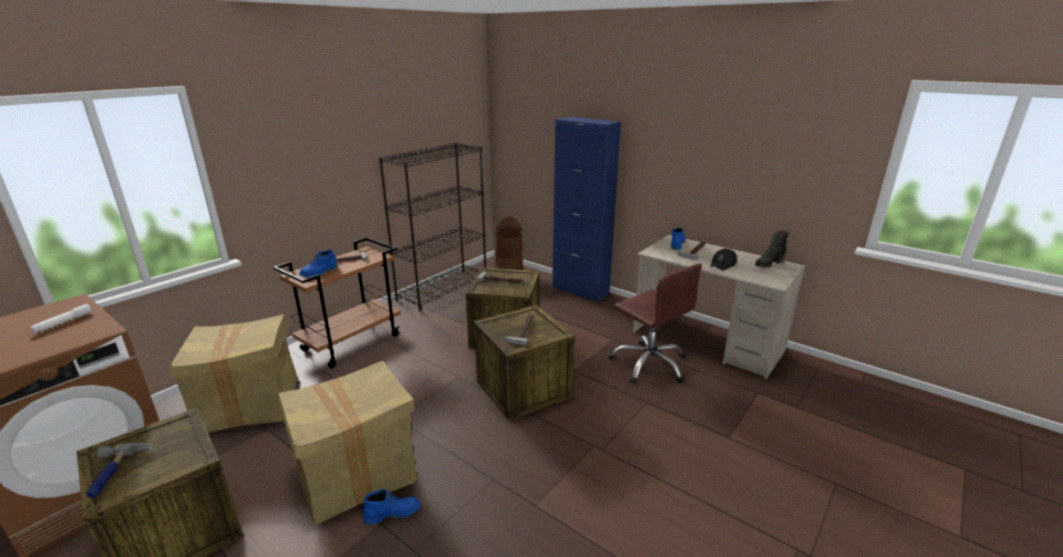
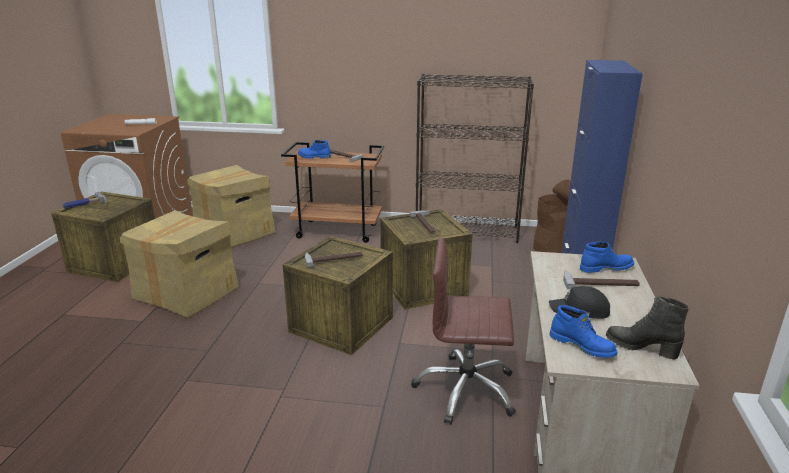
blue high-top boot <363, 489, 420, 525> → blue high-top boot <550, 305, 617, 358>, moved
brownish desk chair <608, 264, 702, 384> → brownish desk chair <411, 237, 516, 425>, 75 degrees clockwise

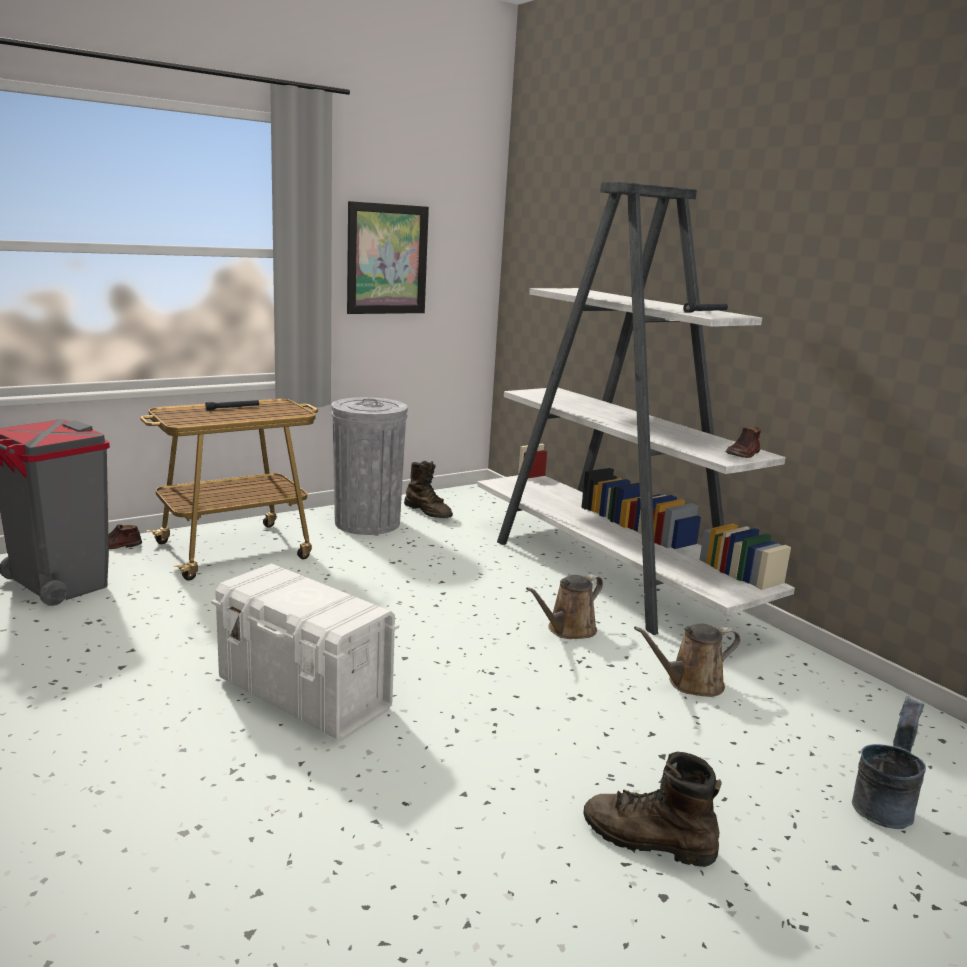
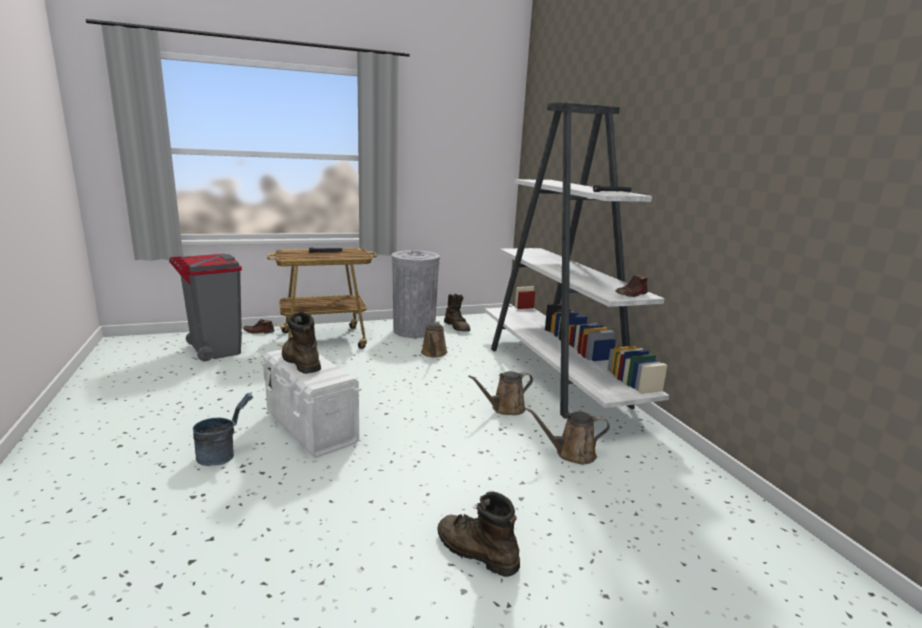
wall picture <347, 201, 429, 314> → -
gray bucket <852, 696, 926, 829> → gray bucket <193, 392, 253, 466>, moved
- → brownish high-top boot <282, 312, 321, 374>
- → brownish watering pot <421, 321, 448, 357>

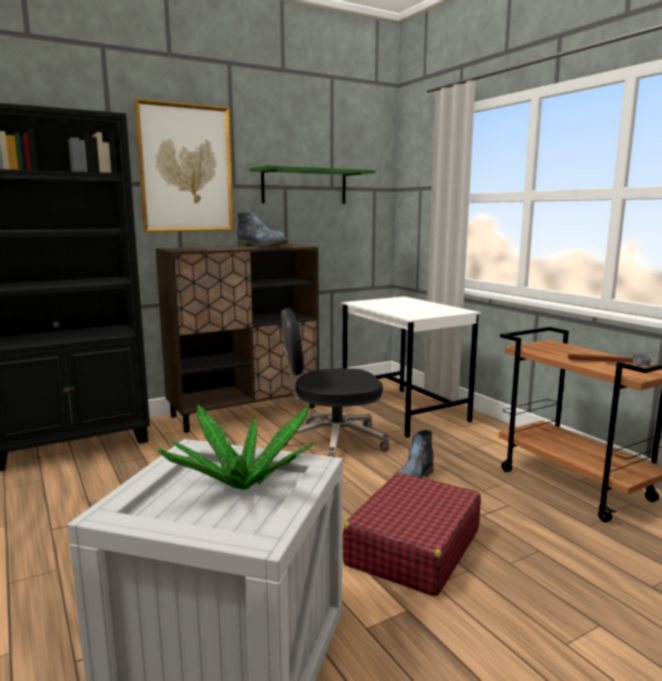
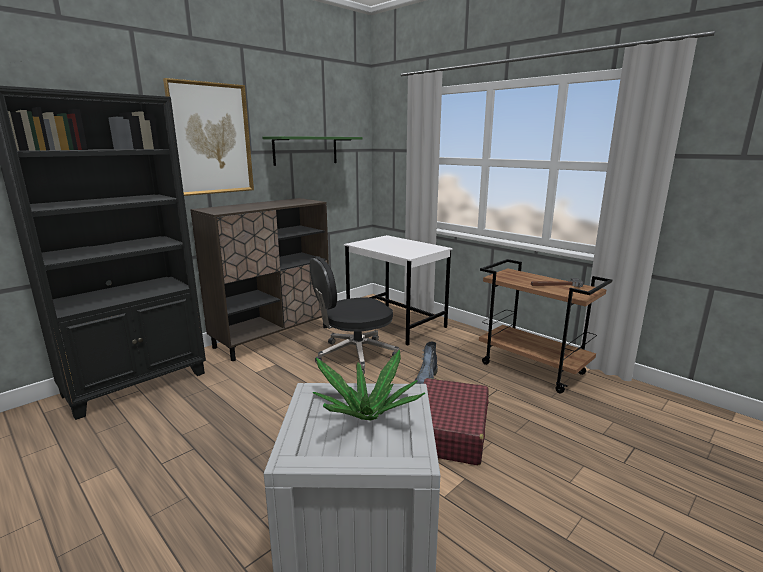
high-top boot <237, 209, 288, 247> → -

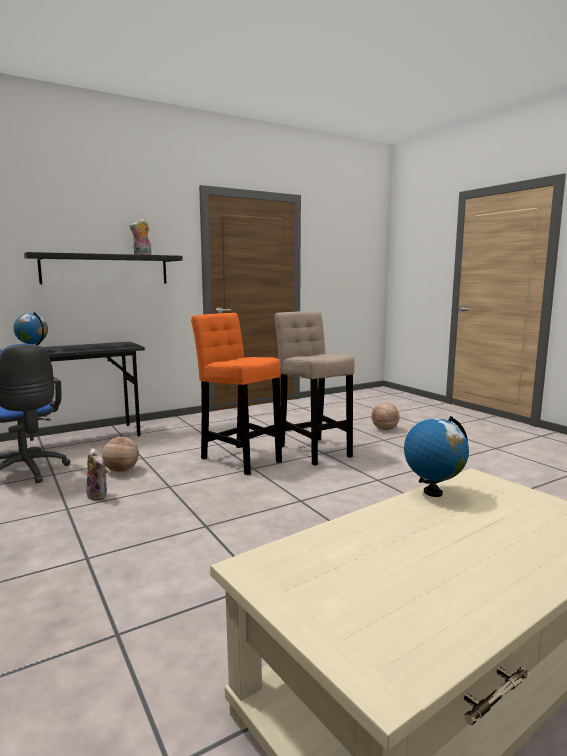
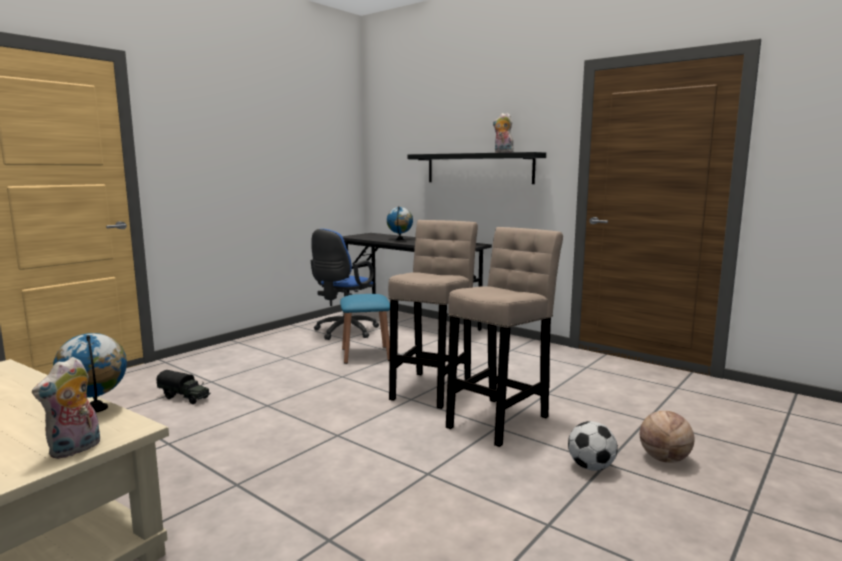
plush toy <86, 448, 108, 501> → plush toy <32, 357, 100, 459>, moved
basketball <102, 437, 139, 472> → blue stool seat <340, 294, 390, 364>
orange-coloured stool seat <191, 313, 282, 475> → beige stool seat <388, 220, 478, 409>
- → toy lorry <156, 370, 210, 404>
- → football ball <568, 421, 618, 471>

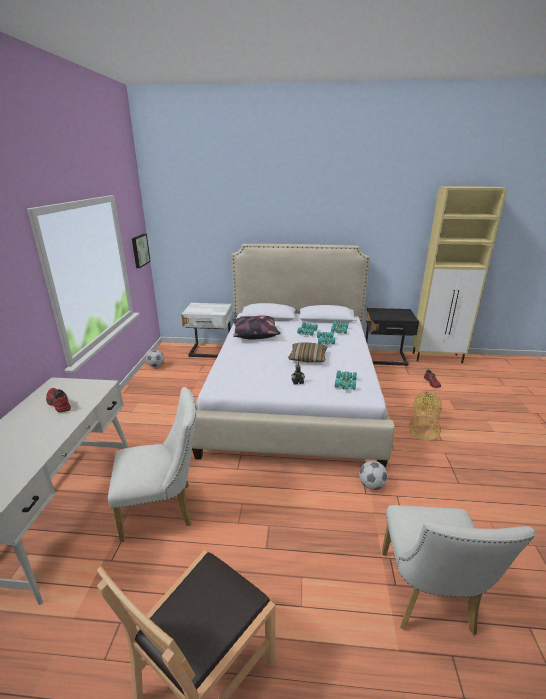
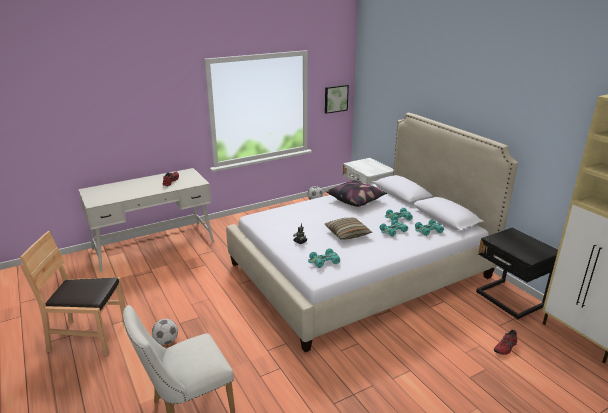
white-coloured upright chair <108, 387, 196, 542> → -
football ball <359, 461, 388, 490> → football ball <152, 319, 178, 345>, moved
household basket <409, 391, 442, 441> → -

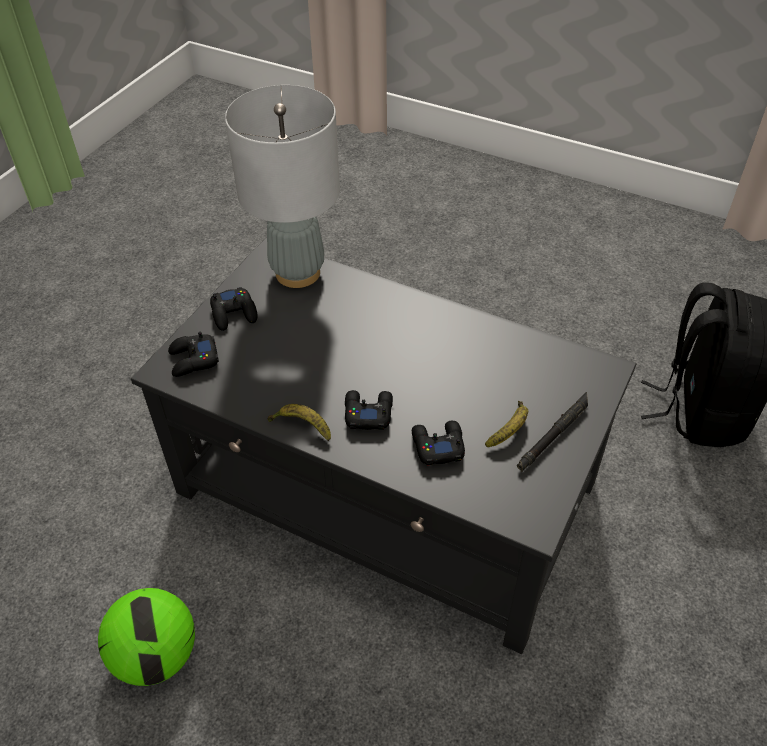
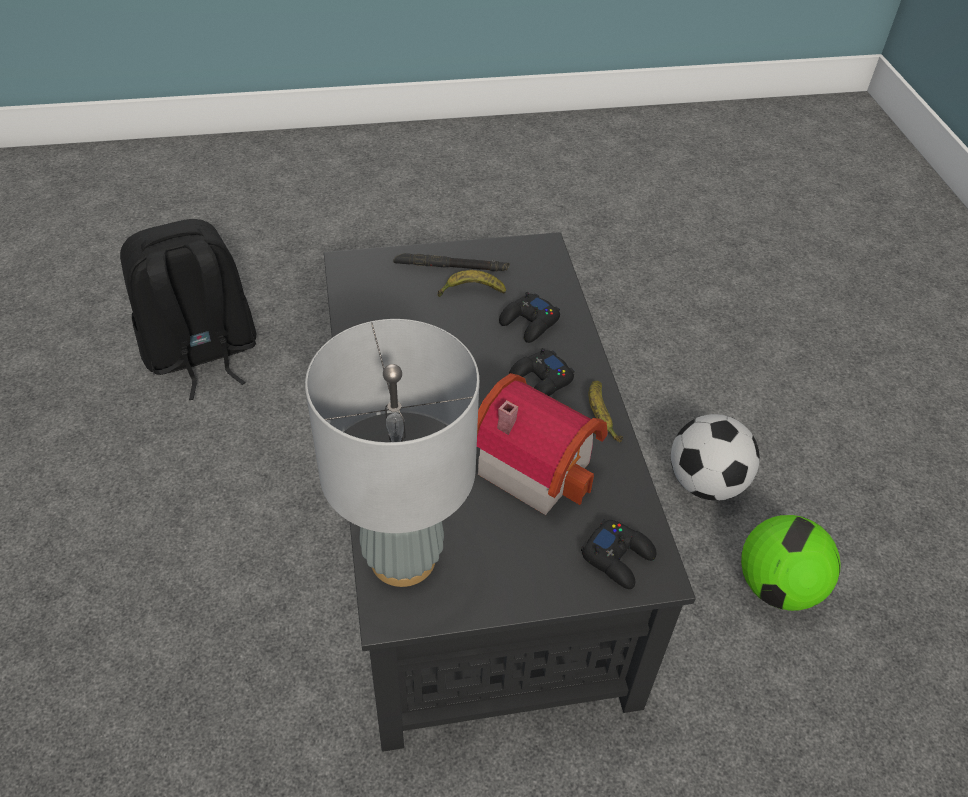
black-coloured gamepad <210, 287, 257, 331> → -
- → toy house <477, 373, 608, 515>
- → football ball <671, 414, 760, 501>

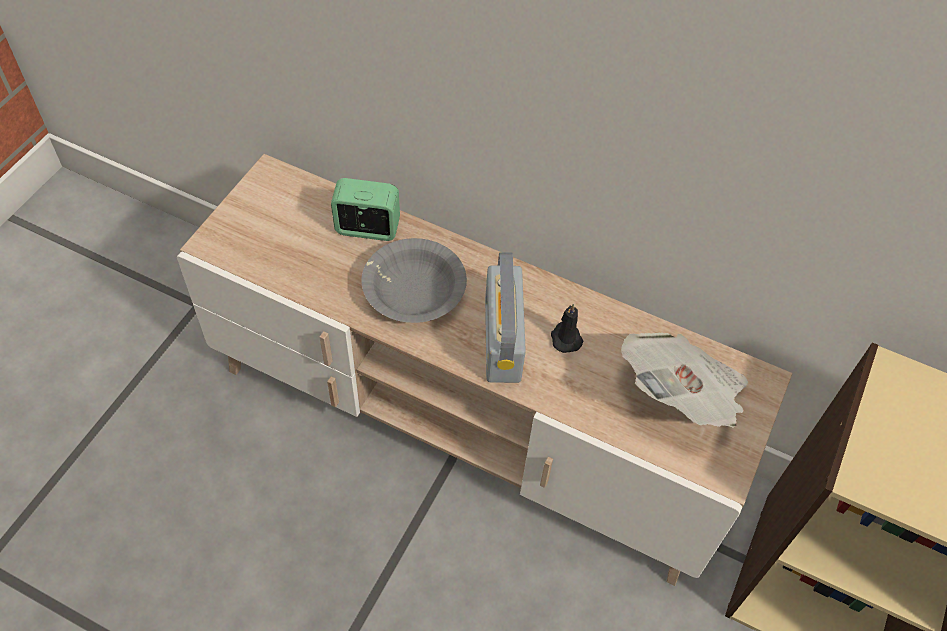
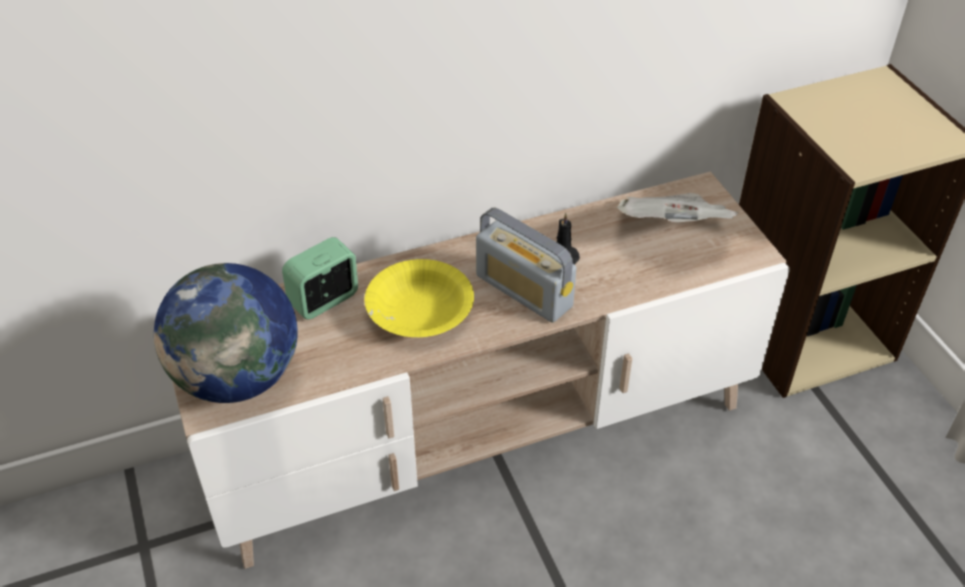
gray serving bowl <361, 238, 467, 323> → yellowish serving bowl <365, 259, 474, 337>
- → world globe <154, 263, 298, 403>

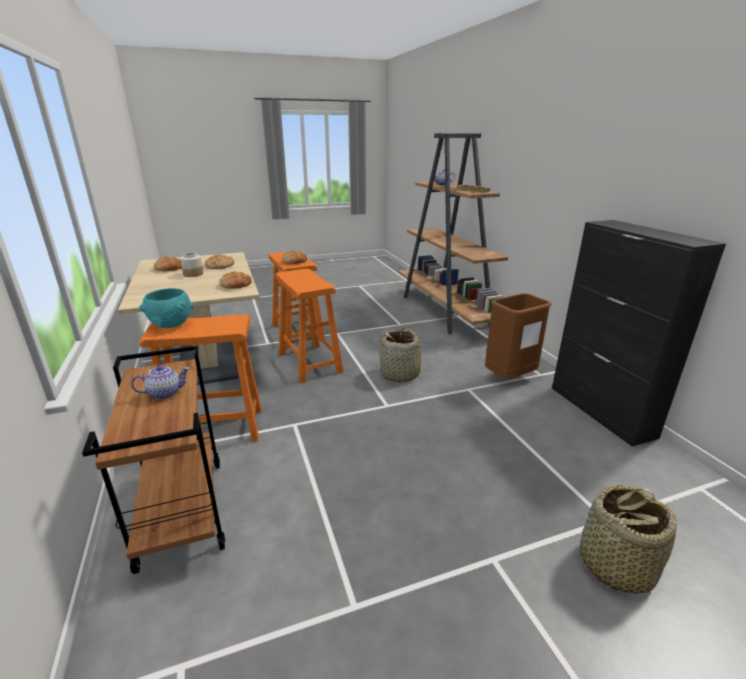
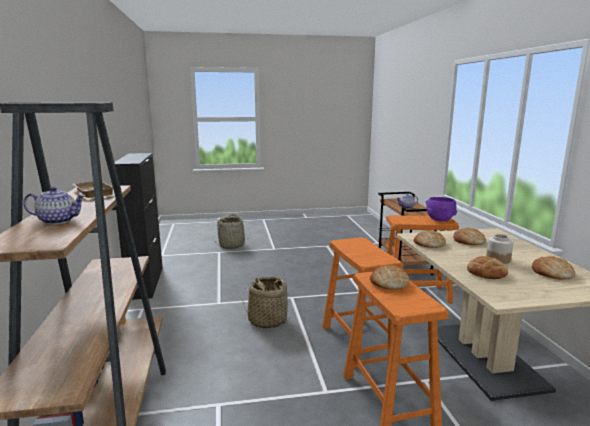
blue-green serving bowl <139, 288, 193, 328> → purple serving bowl <426, 197, 457, 221>
brownish trash can <485, 293, 552, 379> → -
- → bread <453, 228, 486, 245>

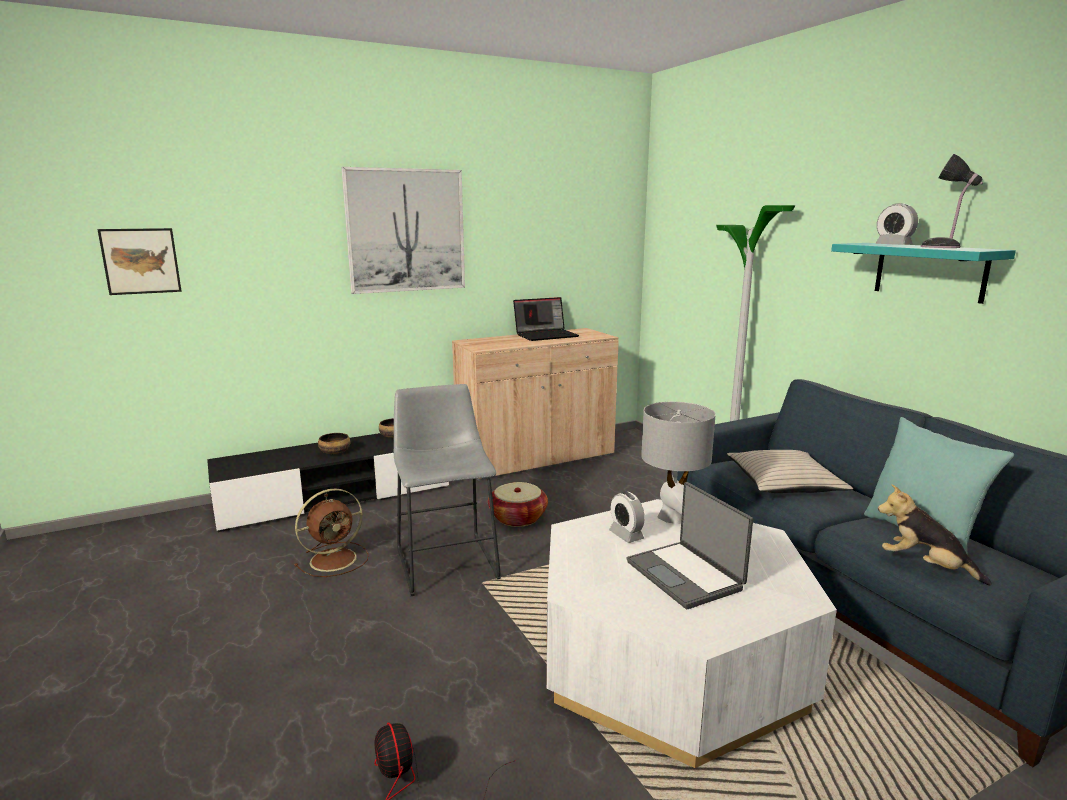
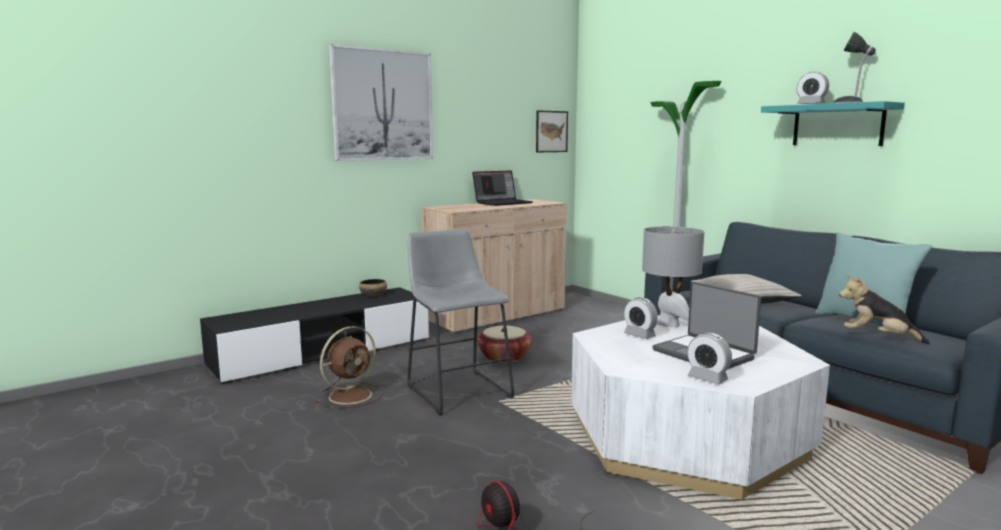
wall picture <97, 228, 182, 295> → wall picture <536, 110, 568, 152>, moved
serving bowl <318, 433, 350, 454> → -
- → table clock <687, 332, 732, 384>

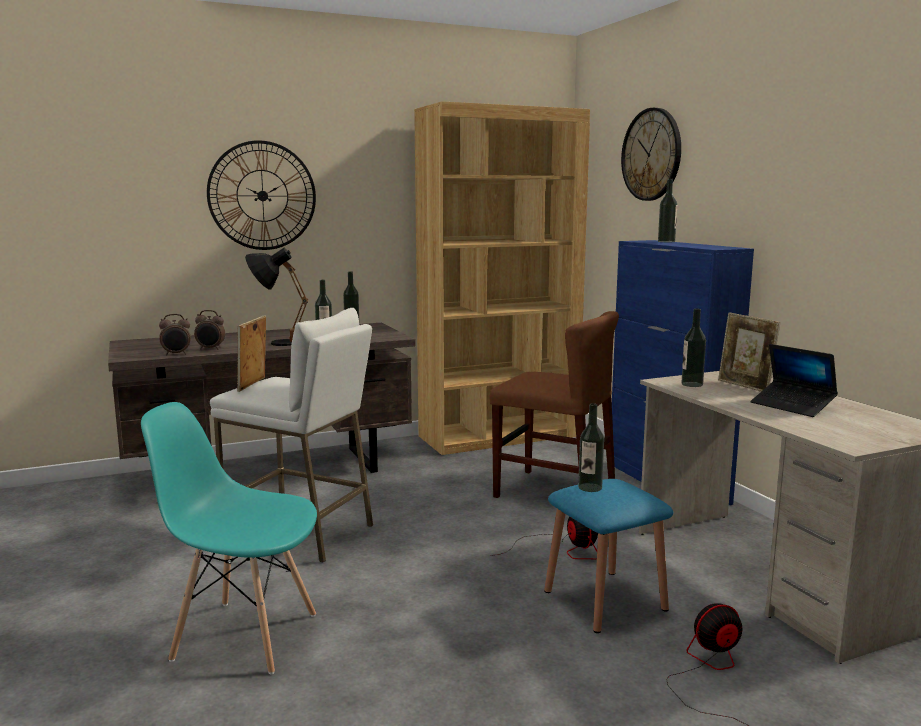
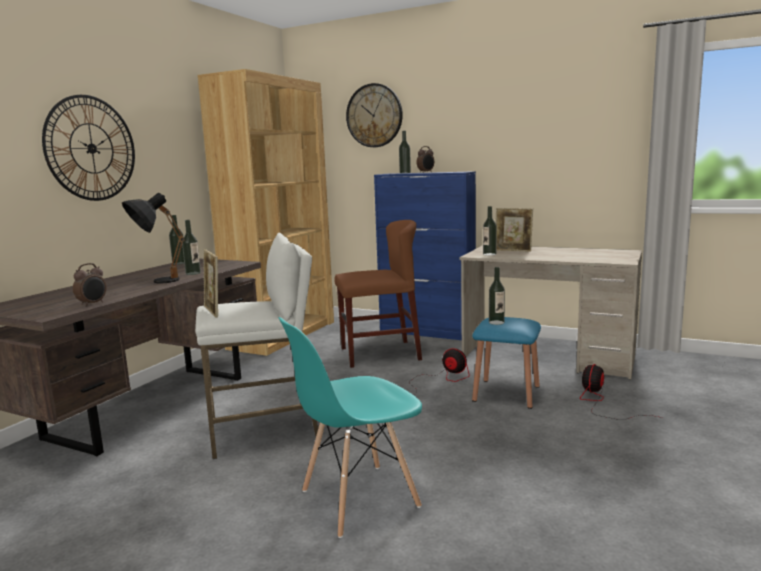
table clock <194, 310, 225, 350> → table clock <416, 146, 434, 172>, moved
notebook computer <751, 344, 838, 417> → -

